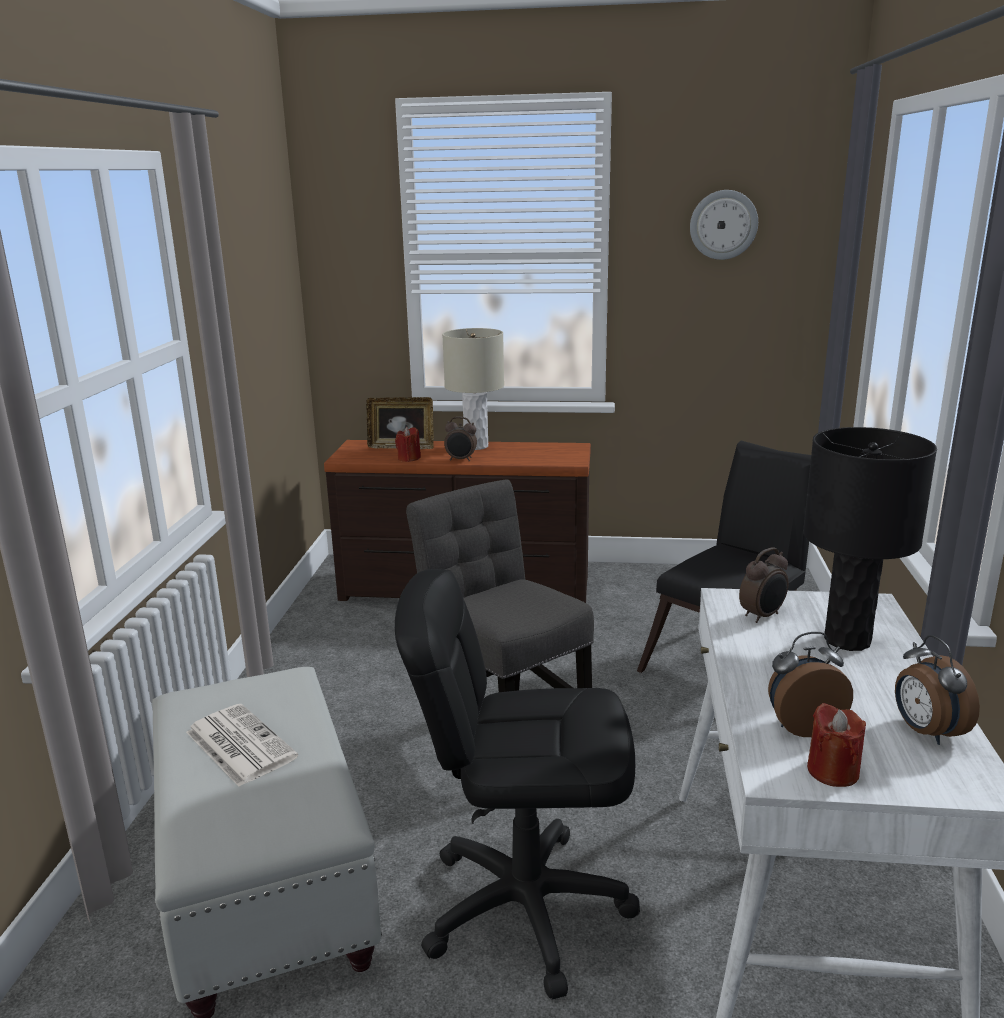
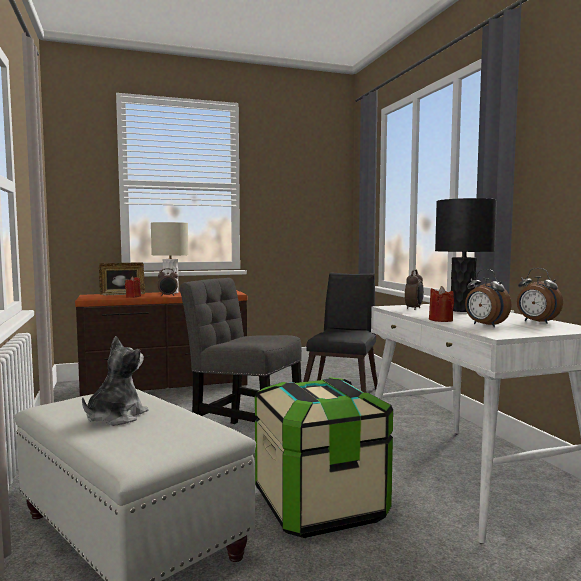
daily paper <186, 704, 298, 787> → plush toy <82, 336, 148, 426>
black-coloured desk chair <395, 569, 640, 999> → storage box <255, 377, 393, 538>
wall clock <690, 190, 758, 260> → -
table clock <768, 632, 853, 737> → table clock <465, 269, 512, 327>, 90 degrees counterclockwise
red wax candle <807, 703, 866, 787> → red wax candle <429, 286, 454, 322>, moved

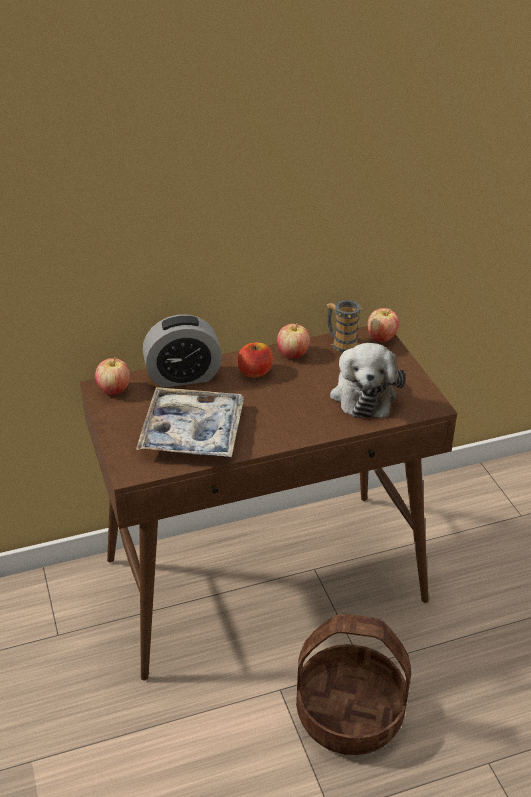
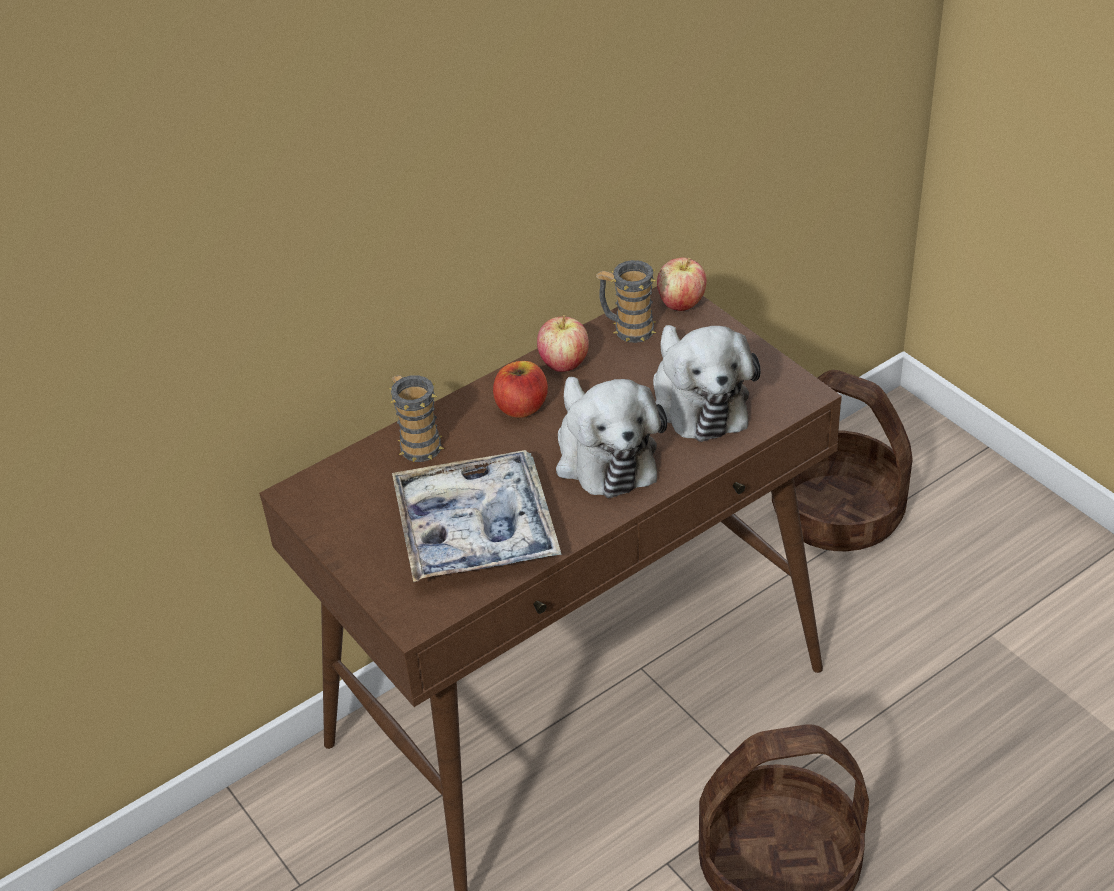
apple fruit <95, 357, 130, 395> → -
table clock <143, 315, 222, 388> → coffee mug <389, 375, 444, 462>
- → plush toy <556, 377, 667, 498>
- → household basket <772, 370, 913, 551>

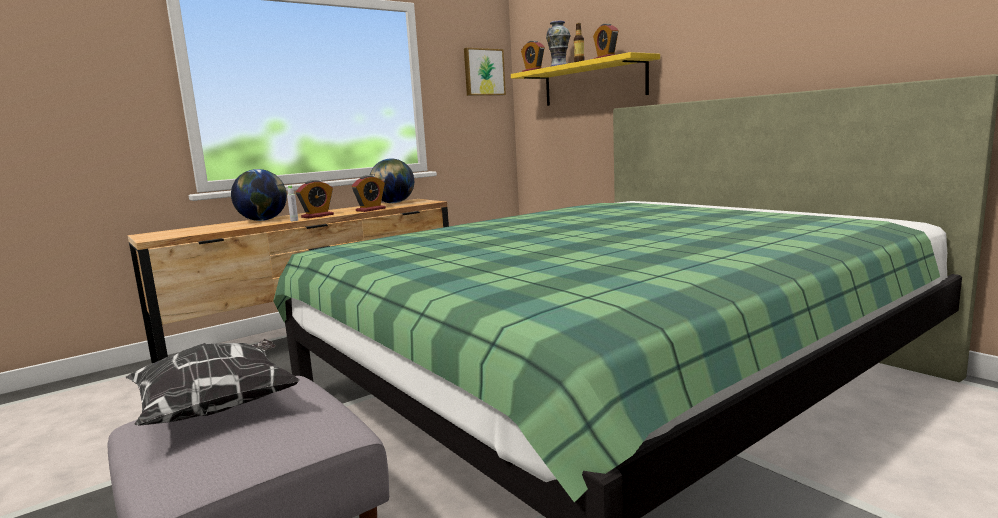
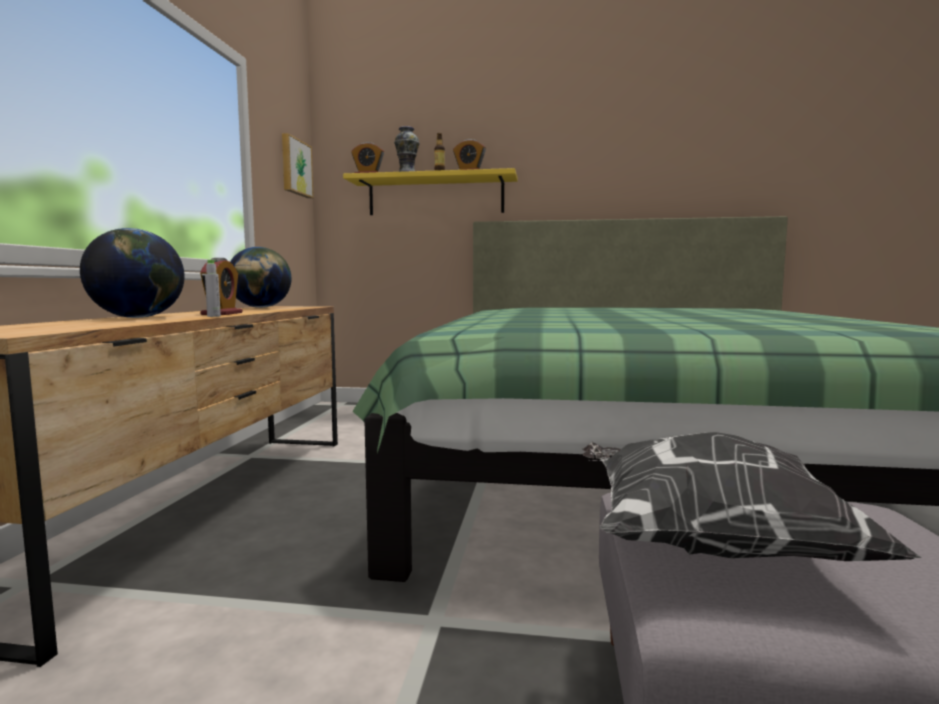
table clock <352, 175, 386, 212> → -

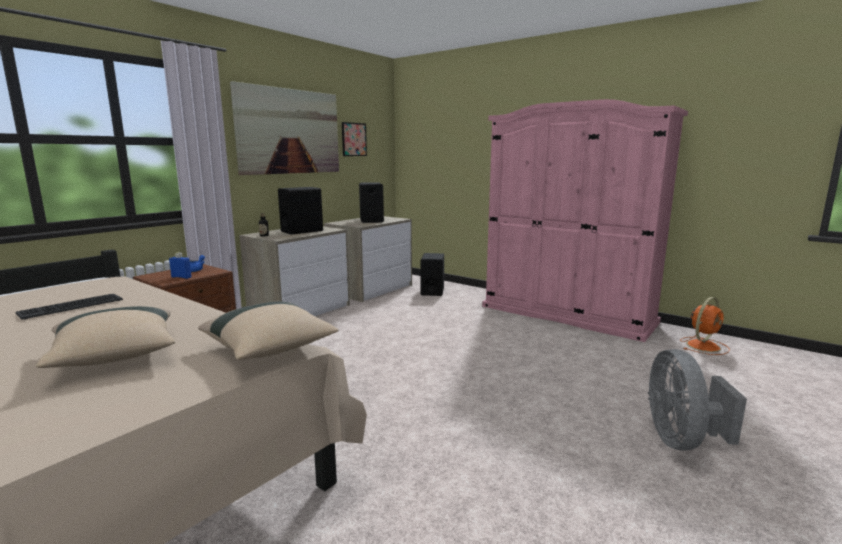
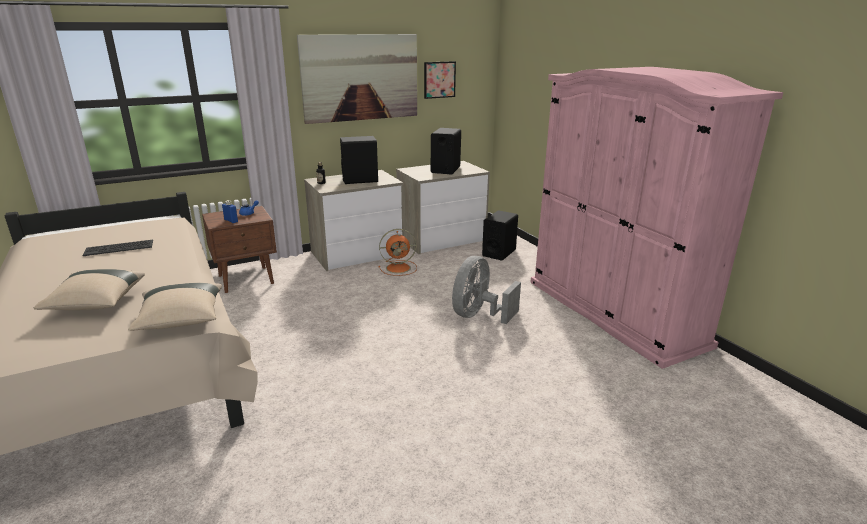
gray electric fan <648, 349, 747, 451> → gray electric fan <452, 256, 521, 324>, moved
orange-coloured electric fan <680, 297, 730, 355> → orange-coloured electric fan <378, 229, 417, 276>, moved

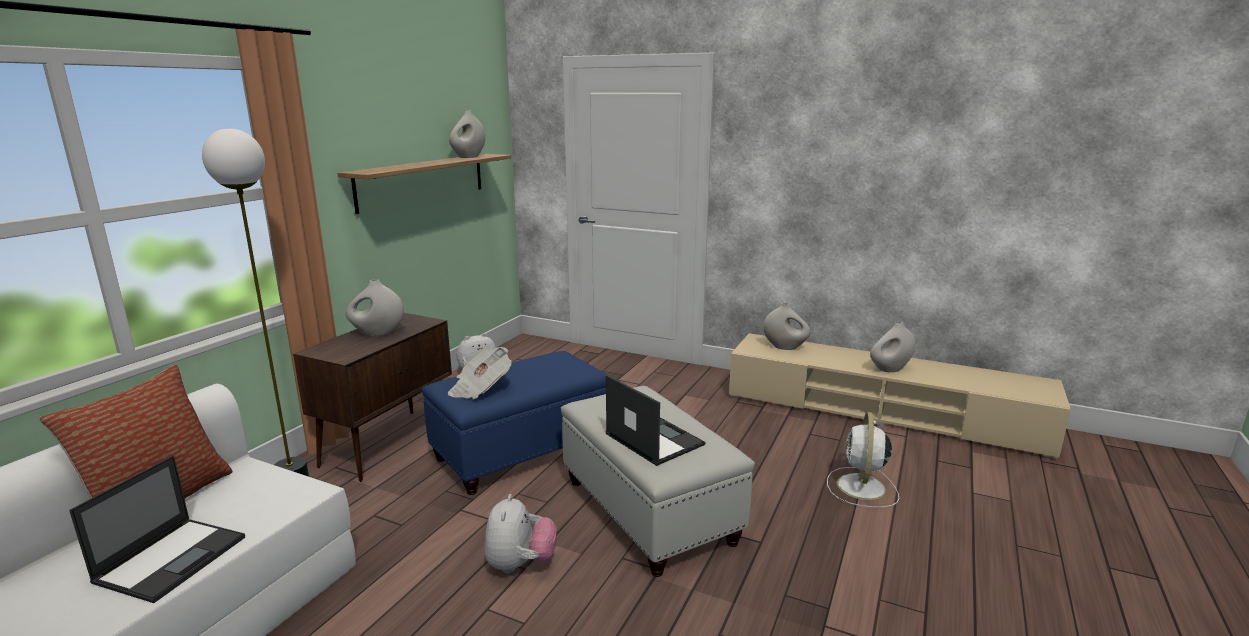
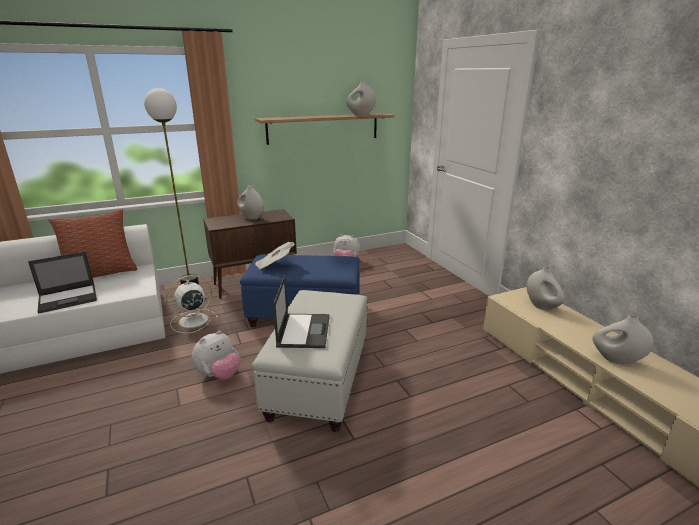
white-coloured electric fan <827, 412, 899, 508> → white-coloured electric fan <166, 275, 218, 334>, moved

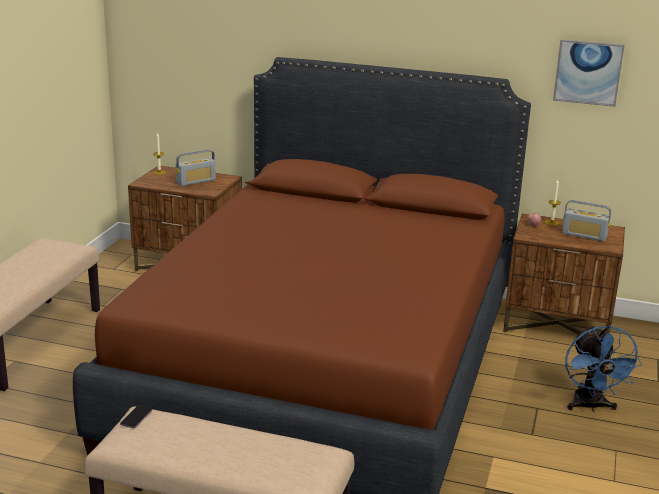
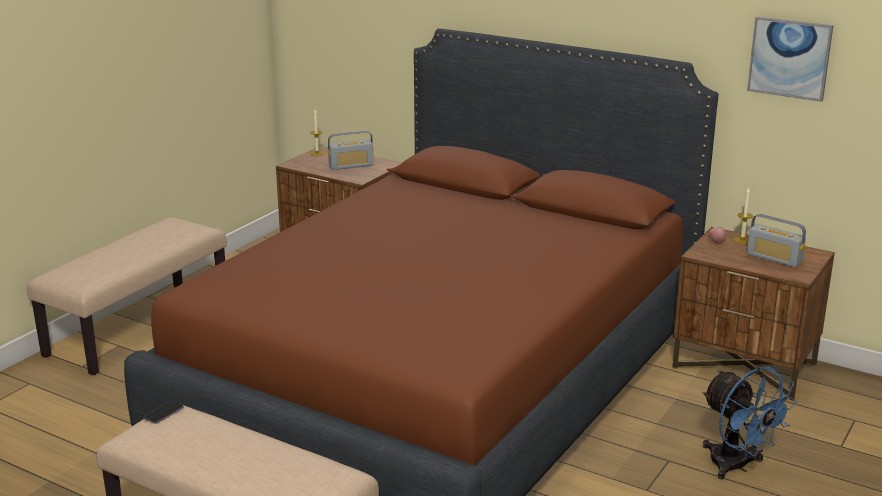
blue electric fan <565, 325, 642, 412> → blue electric fan <702, 367, 797, 479>, 45 degrees counterclockwise

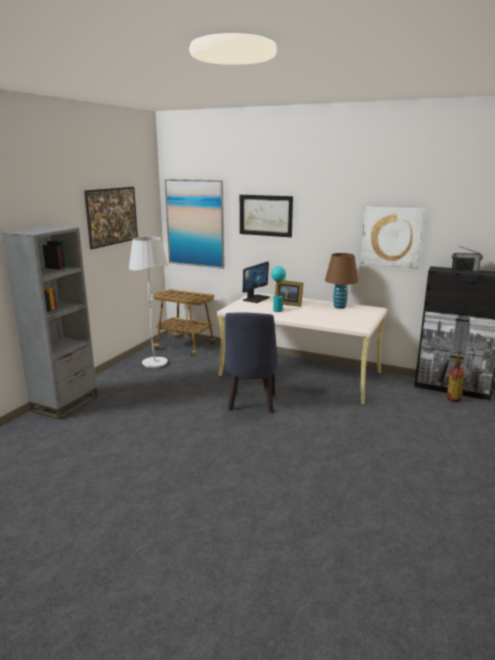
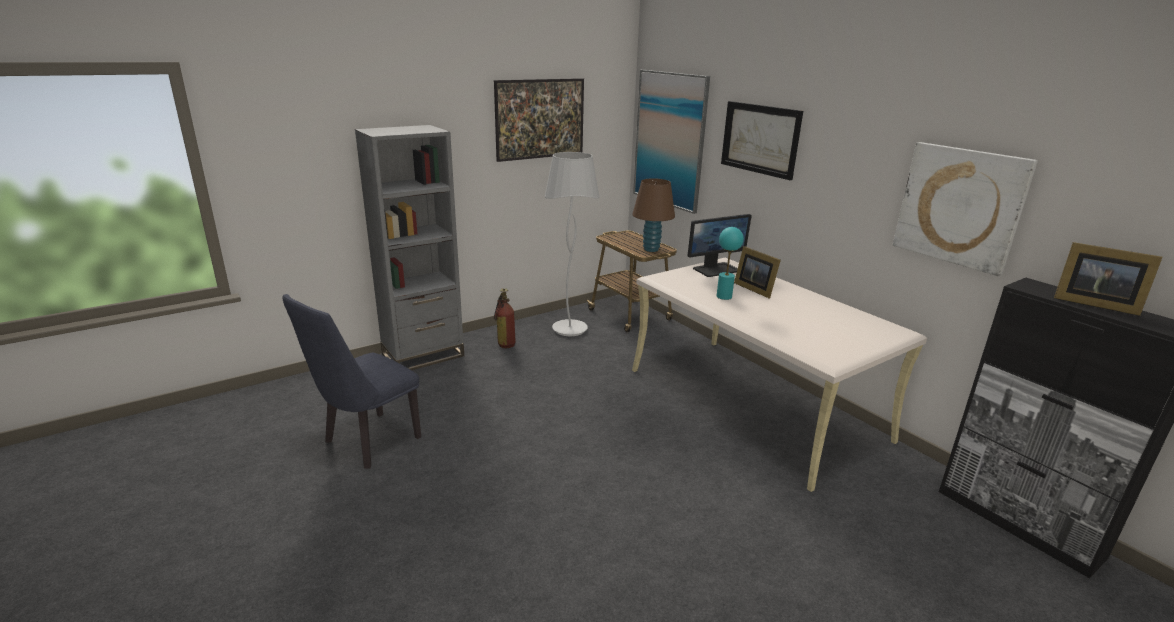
blue upright chair <225, 313, 278, 413> → blue upright chair <282, 294, 421, 469>, moved
brownish lamp for a table <325, 253, 358, 309> → brownish lamp for a table <632, 178, 675, 252>, moved
fire extinguisher <433, 354, 465, 402> → fire extinguisher <493, 288, 516, 348>, moved
radio set <452, 246, 483, 272> → standing frame <1054, 242, 1163, 316>

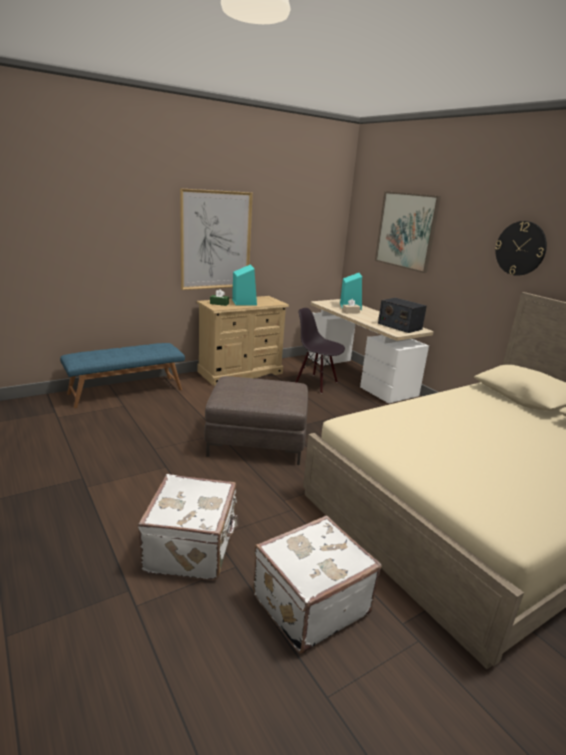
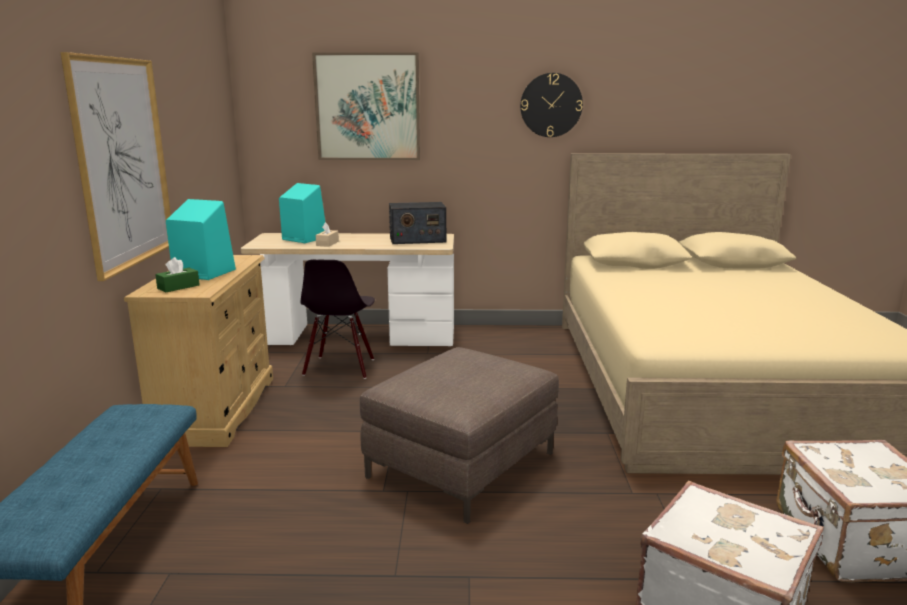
black-coloured upright chair <295, 308, 345, 393> → black-coloured upright chair <301, 259, 375, 379>, 60 degrees counterclockwise

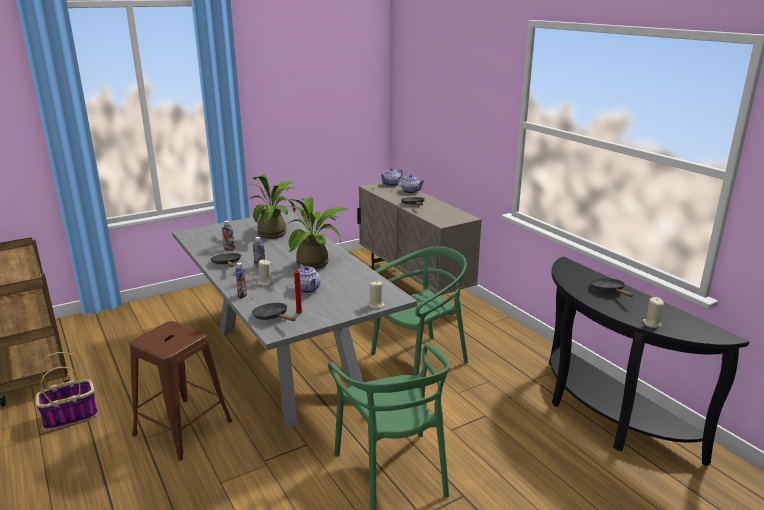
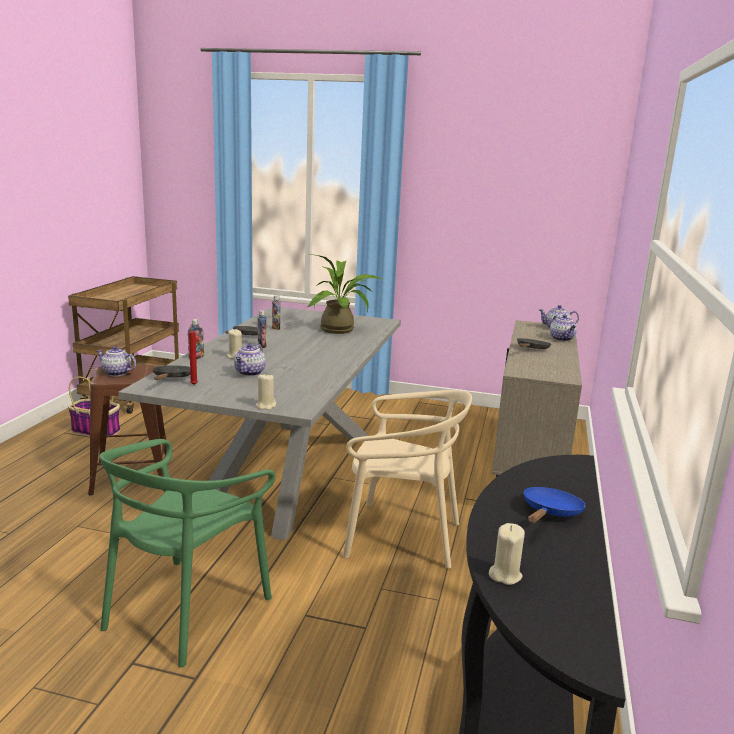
plant in a pot <285, 197, 350, 269> → -
greenish upright chair <371, 246, 468, 375> → beige upright chair <343, 390, 472, 569>
black-coloured frying pan <590, 278, 633, 297> → blue frying pan <524, 487, 586, 524>
- → pot for tea <97, 346, 136, 376>

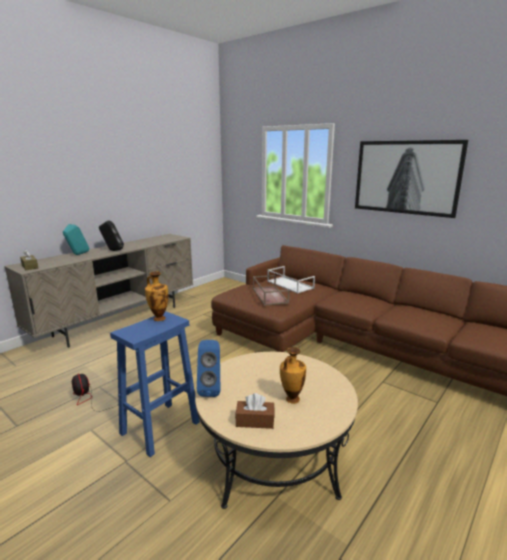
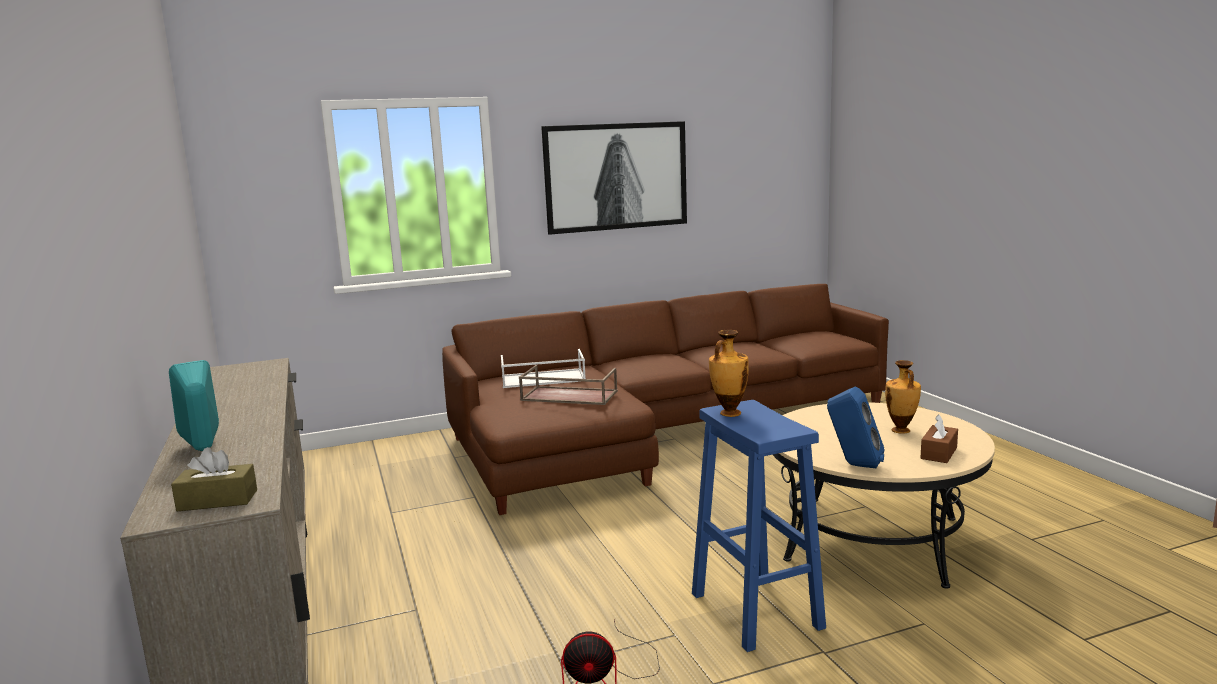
black-coloured speaker <99, 220, 124, 251> → -

